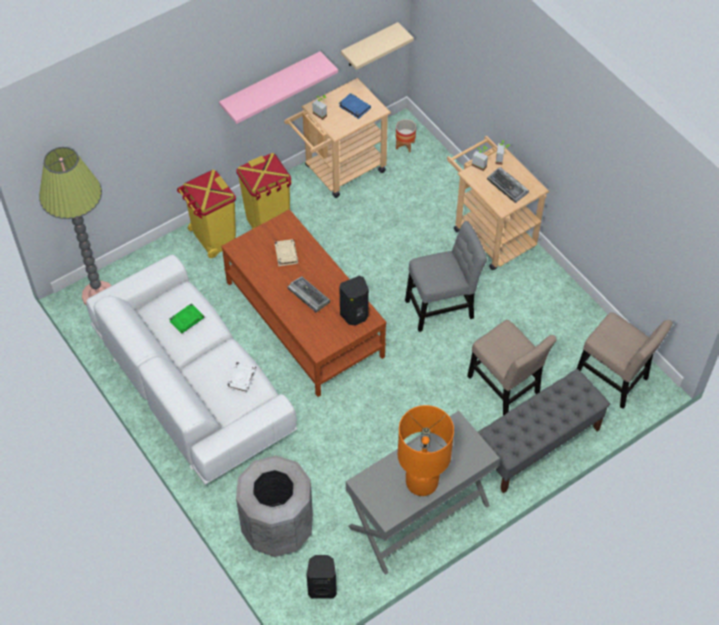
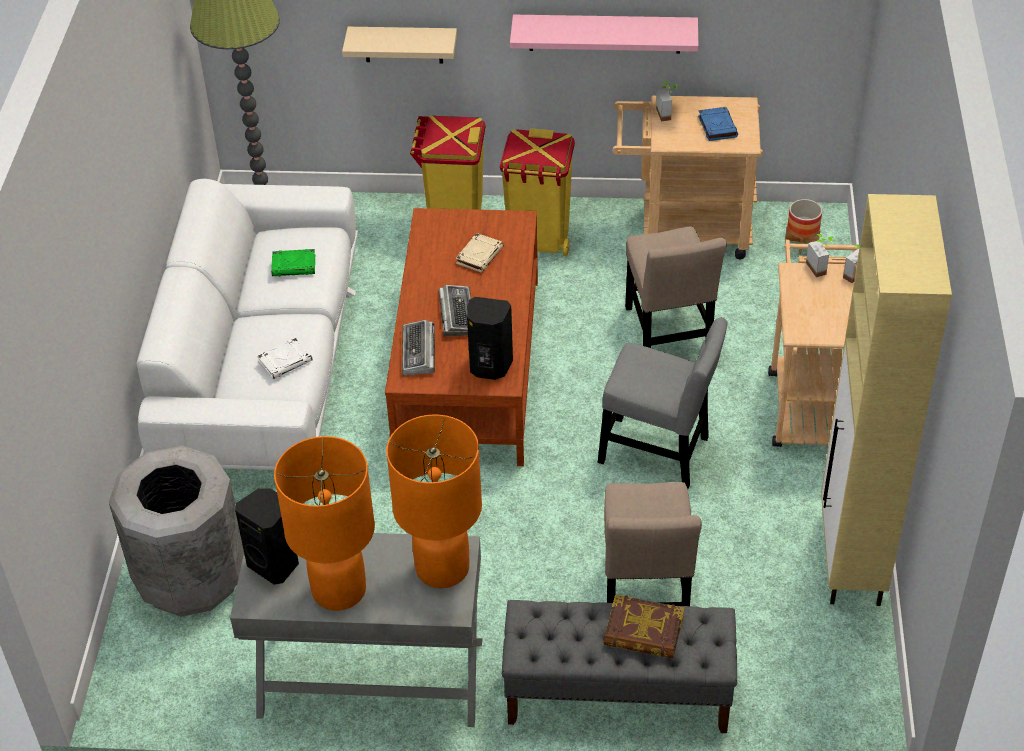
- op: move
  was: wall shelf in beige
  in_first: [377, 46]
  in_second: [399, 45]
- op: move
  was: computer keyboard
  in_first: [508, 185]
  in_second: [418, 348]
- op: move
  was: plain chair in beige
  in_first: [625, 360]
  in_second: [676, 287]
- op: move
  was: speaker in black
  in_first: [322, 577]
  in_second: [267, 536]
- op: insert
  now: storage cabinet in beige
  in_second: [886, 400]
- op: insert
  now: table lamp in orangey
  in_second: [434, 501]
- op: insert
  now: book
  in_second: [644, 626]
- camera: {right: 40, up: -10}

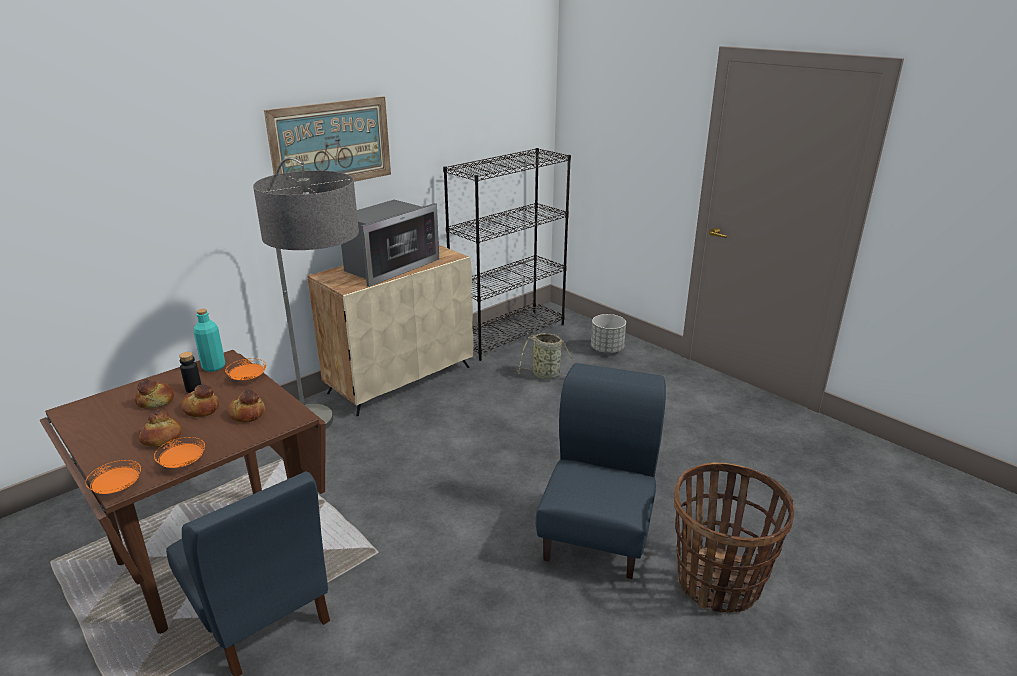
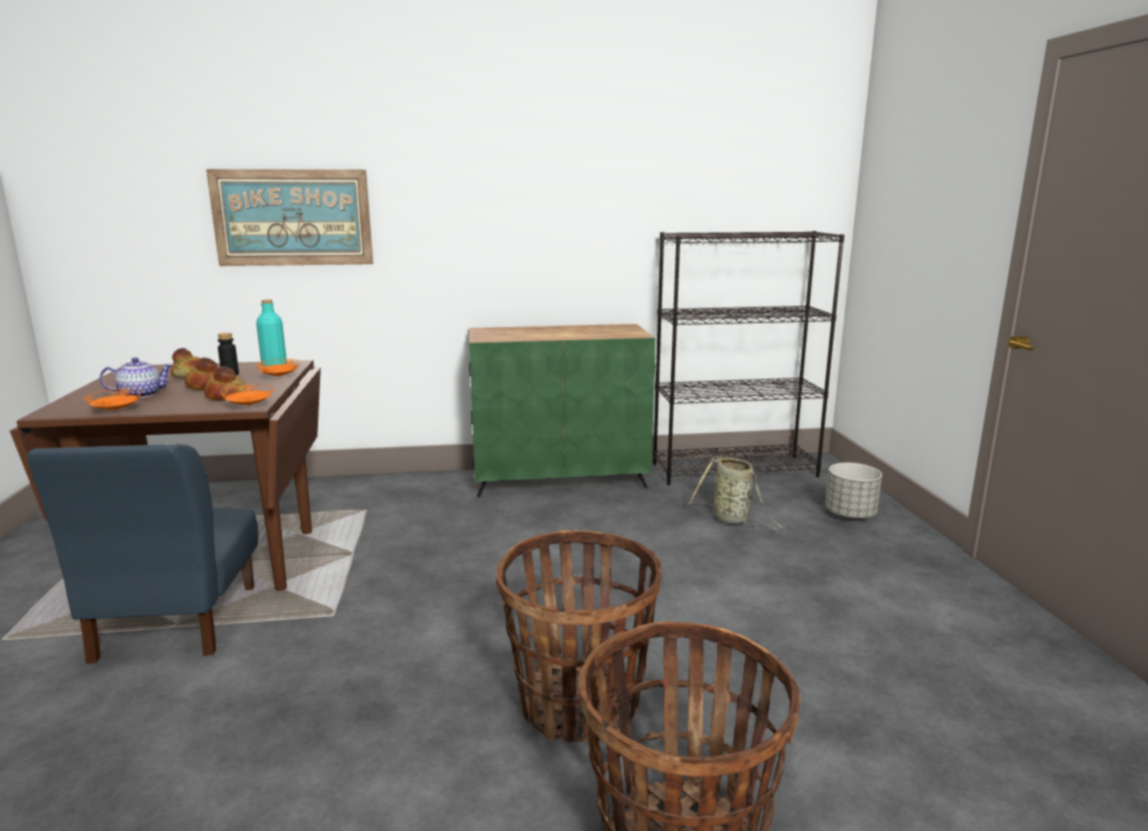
- op: move
  was: wall art
  in_first: [327, 139]
  in_second: [289, 217]
- op: delete
  was: standing lamp
  in_first: [306, 293]
- op: delete
  was: microwave
  in_first: [390, 243]
- op: recolor
  was: storage cabinet in beige
  now: storage cabinet in greenish
  in_first: [391, 330]
  in_second: [562, 410]
- op: replace
  was: plain chair in bluish
  now: household basket
  in_first: [601, 471]
  in_second: [579, 636]
- op: replace
  was: baked bread
  now: pot for tea
  in_first: [160, 428]
  in_second: [136, 377]
- op: move
  was: plate in orangey
  in_first: [113, 477]
  in_second: [247, 395]
- camera: {right: 35, up: -10}

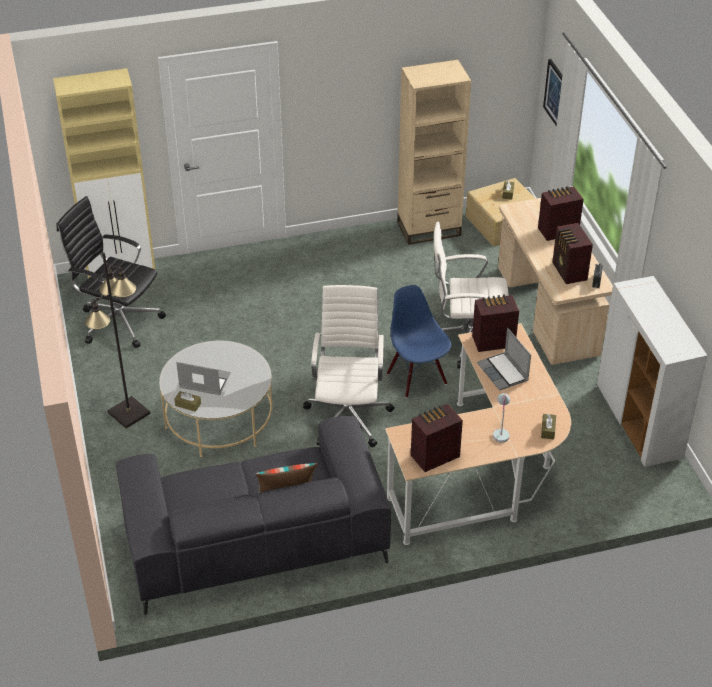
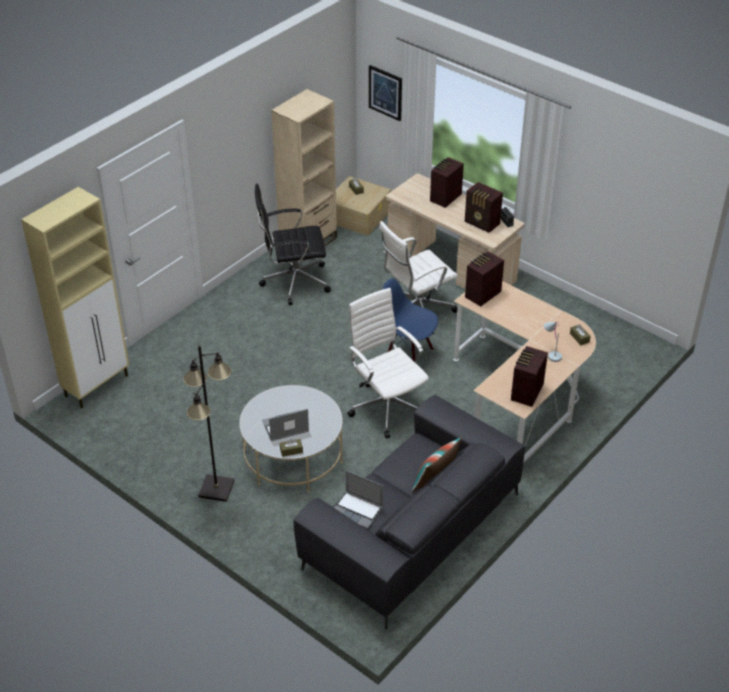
- op: move
  was: office chair in black
  in_first: [111, 272]
  in_second: [293, 244]
- op: delete
  was: storage cabinet in white
  in_first: [652, 371]
- op: move
  was: notebook computer
  in_first: [504, 359]
  in_second: [358, 499]
- camera: {right: -35, up: 0}

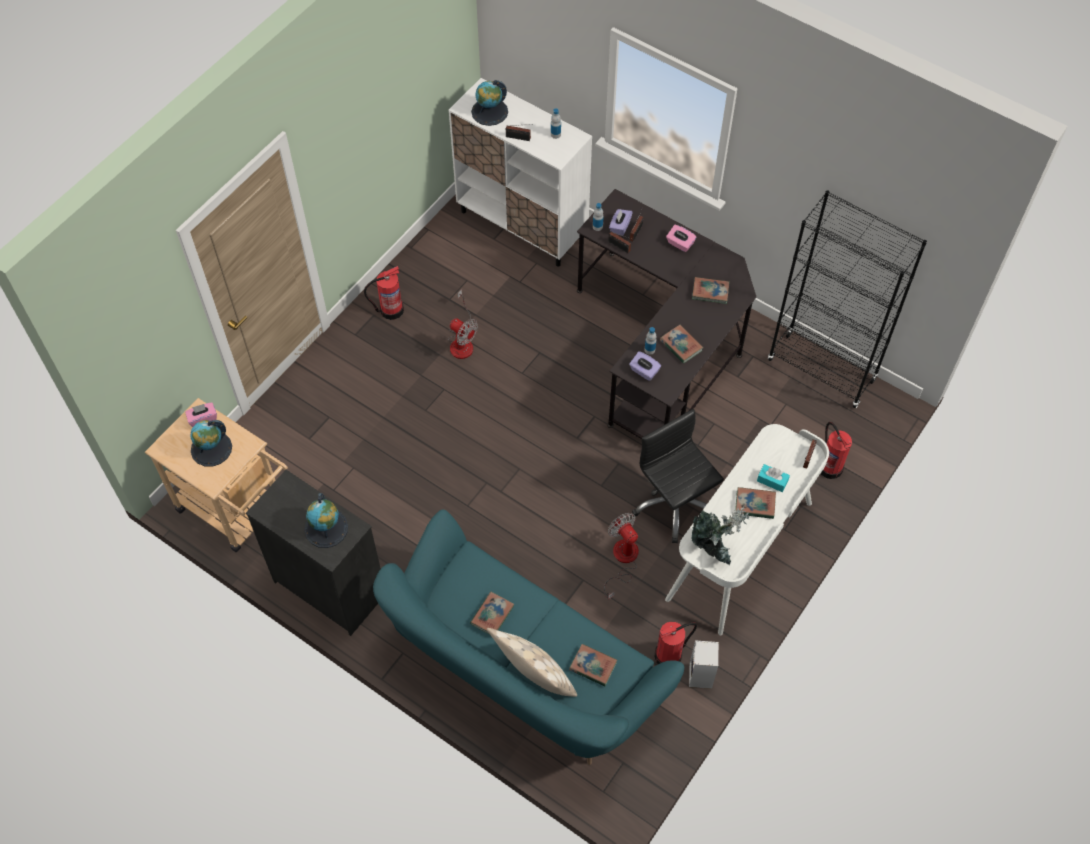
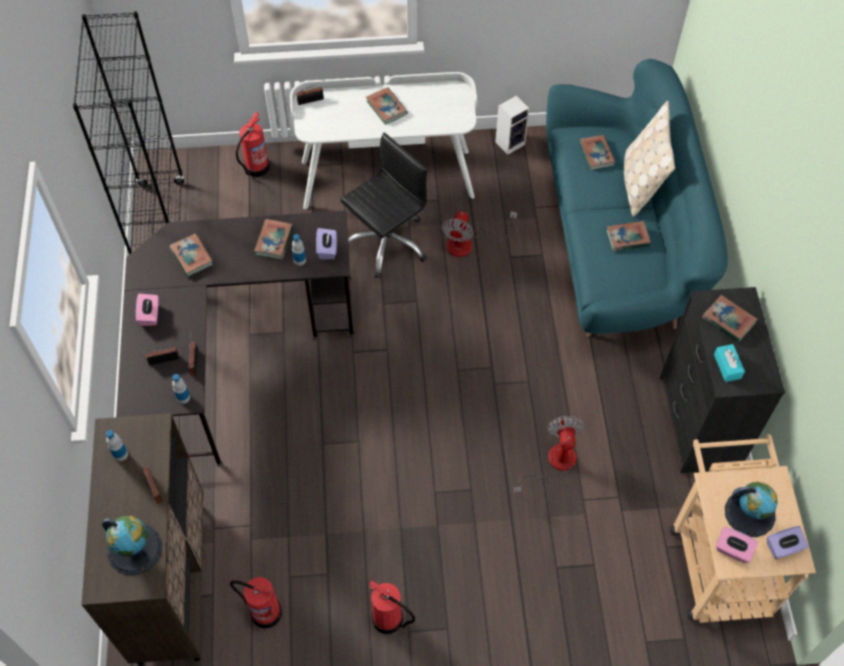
- op: recolor
  was: storage cabinet in white
  now: storage cabinet in brown
  in_first: [520, 172]
  in_second: [142, 539]
- op: move
  was: box of tissues in purple
  in_first: [621, 222]
  in_second: [787, 542]
- op: move
  was: cooling fan
  in_first: [463, 324]
  in_second: [548, 454]
- op: rotate
  was: office chair in black
  in_first: [678, 476]
  in_second: [384, 205]
  clockwise: -150
- op: move
  was: box of tissues in blue-green
  in_first: [773, 478]
  in_second: [729, 363]
- op: replace
  was: world globe
  now: book
  in_first: [326, 520]
  in_second: [730, 318]
- op: delete
  was: potted plant
  in_first: [721, 535]
- op: move
  was: fire-fighting cylinder
  in_first: [676, 643]
  in_second: [256, 603]
- camera: {right: -130, up: 0}

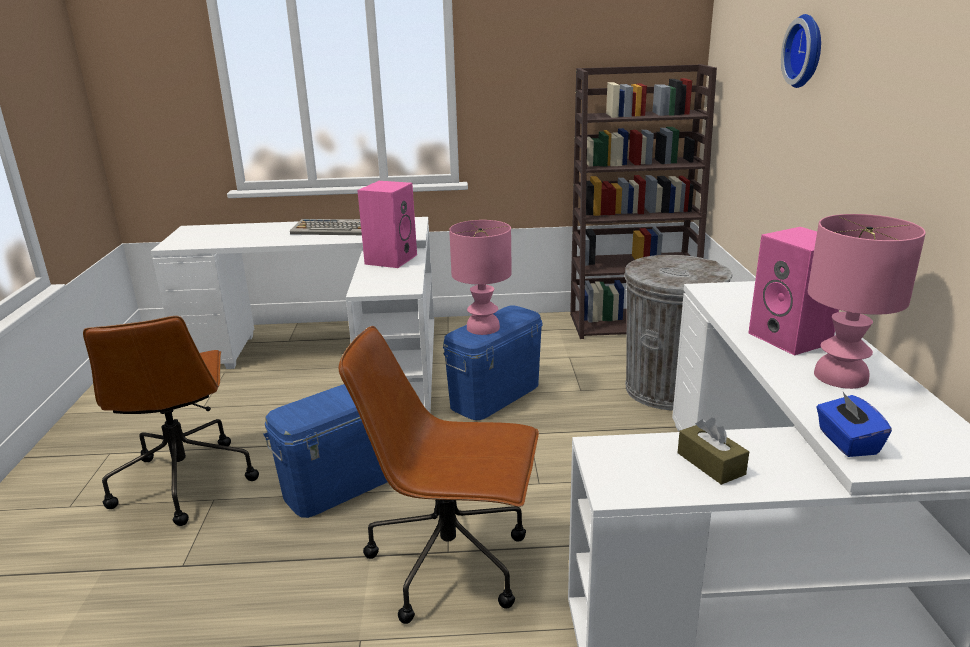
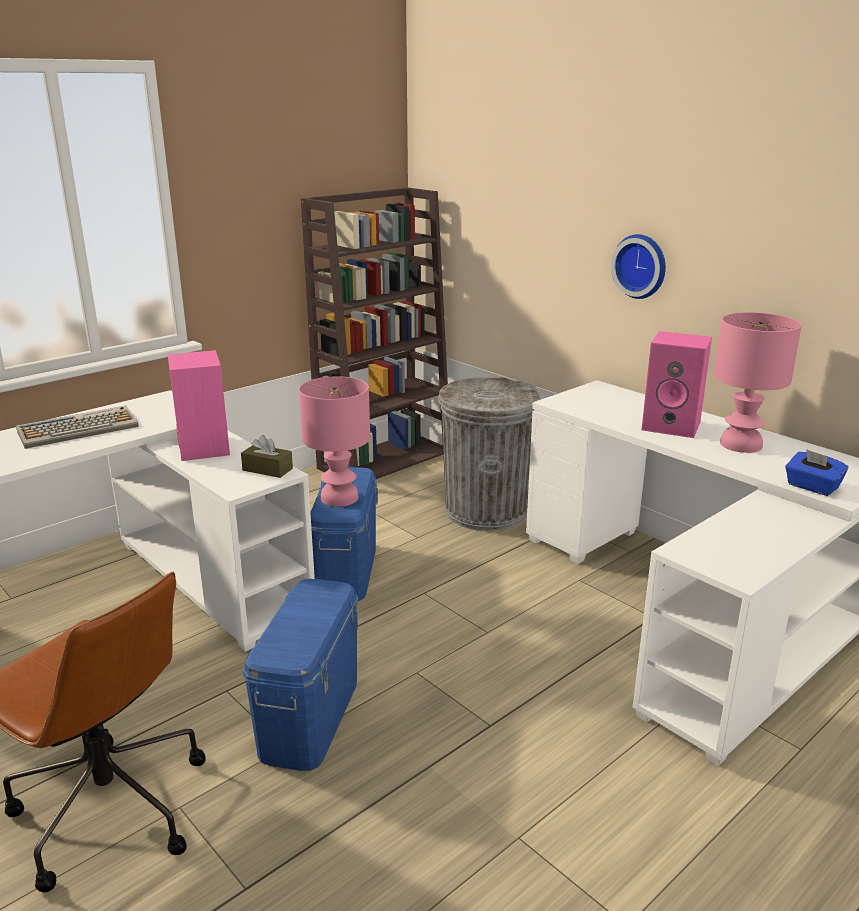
- op: move
  was: hanging clock
  in_first: [801, 51]
  in_second: [638, 266]
- op: delete
  was: office chair in brown
  in_first: [439, 475]
- op: move
  was: box of tissues in brown
  in_first: [713, 451]
  in_second: [267, 456]
- camera: {right: -40, up: 0}

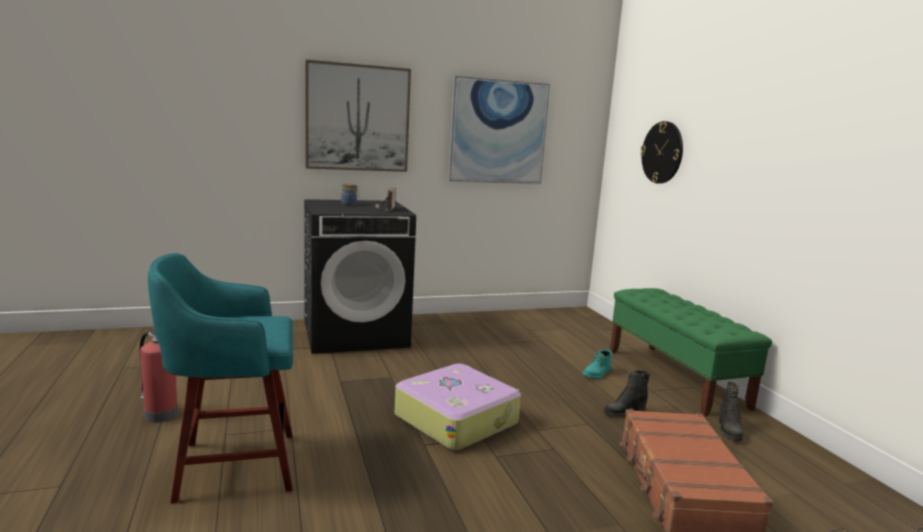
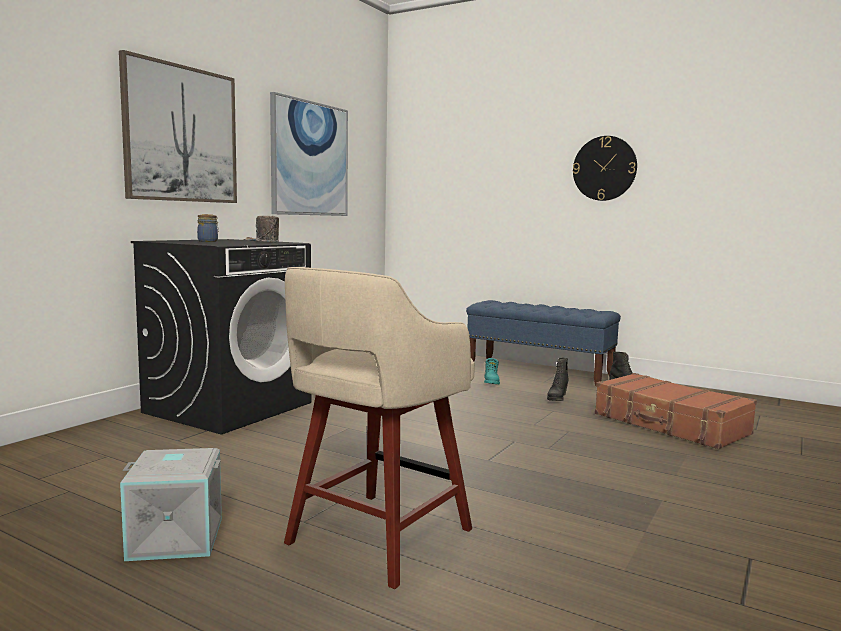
- op: move
  was: hanging clock
  in_first: [661, 152]
  in_second: [605, 168]
- op: recolor
  was: sitting stool in blue-green
  now: sitting stool in beige
  in_first: [220, 378]
  in_second: [379, 428]
- op: recolor
  was: bench in greenish
  now: bench in bluish
  in_first: [691, 352]
  in_second: [543, 343]
- op: replace
  was: fire-fighting cylinder
  now: storage container in grey
  in_first: [159, 376]
  in_second: [171, 504]
- op: delete
  was: suitcase
  in_first: [458, 407]
- camera: {right: -40, up: -5}

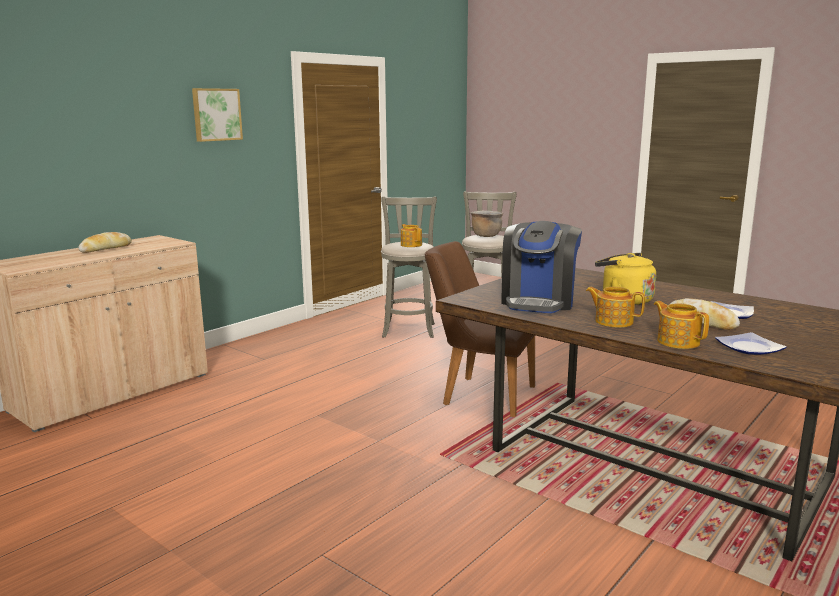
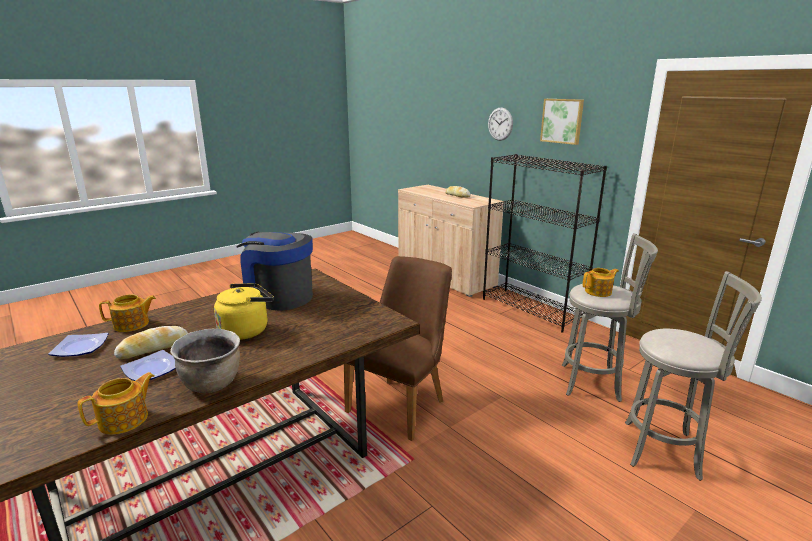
- op: move
  was: saucepot in brown
  in_first: [487, 223]
  in_second: [205, 361]
- op: move
  was: pot for tea
  in_first: [615, 307]
  in_second: [115, 403]
- op: insert
  now: hanging clock
  in_second: [500, 124]
- op: insert
  now: bookcase in black
  in_second: [545, 243]
- camera: {right: 100, up: 5}

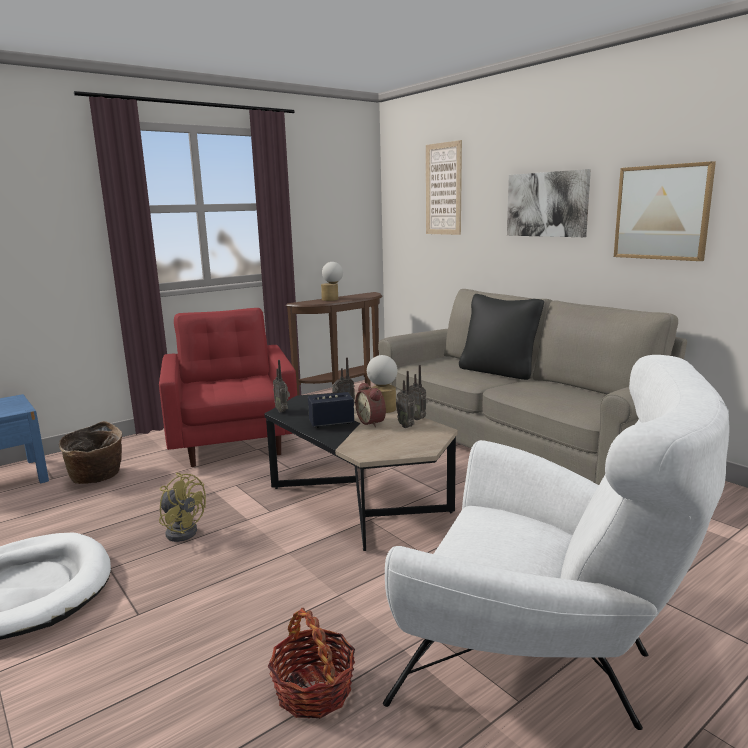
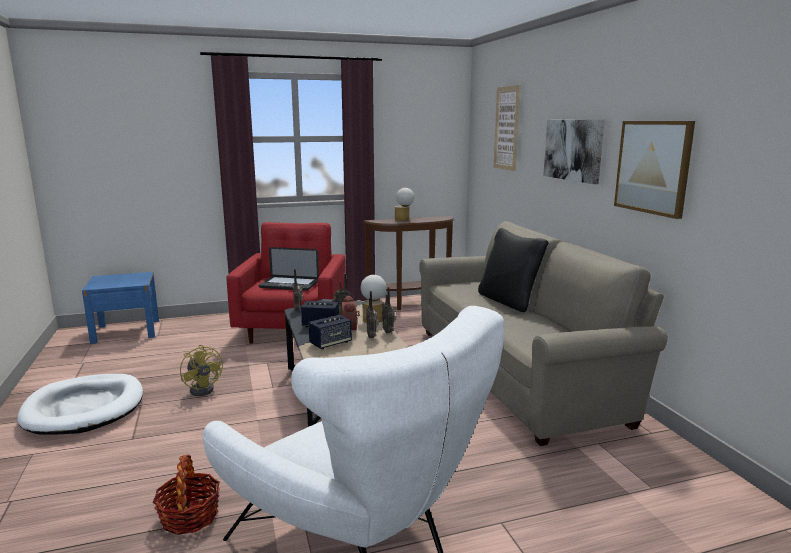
- op: delete
  was: household basket
  in_first: [90, 452]
- op: insert
  now: notebook computer
  in_second: [288, 269]
- op: insert
  now: speaker
  in_second: [330, 332]
- camera: {right: 20, up: 0}

